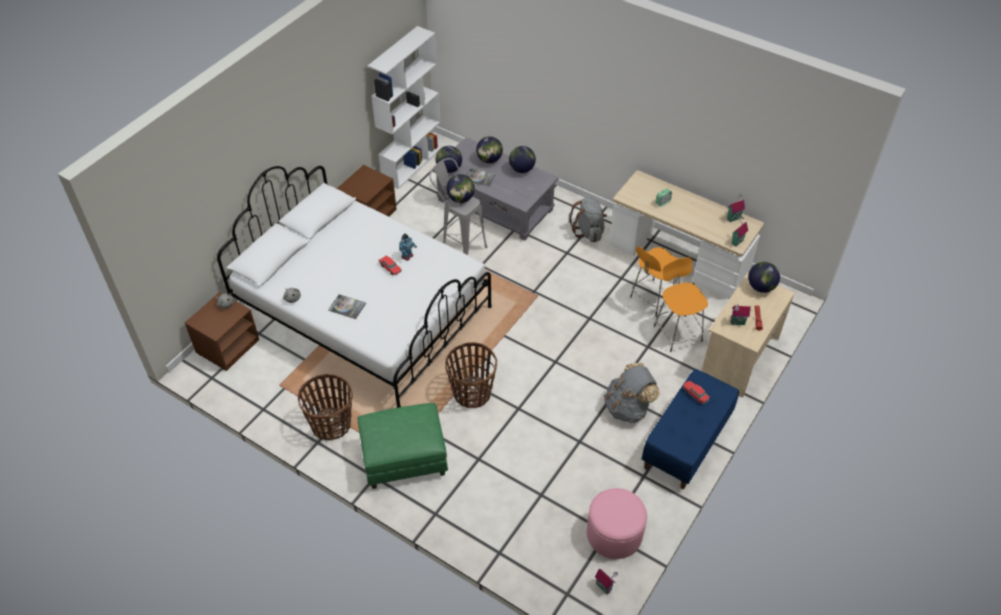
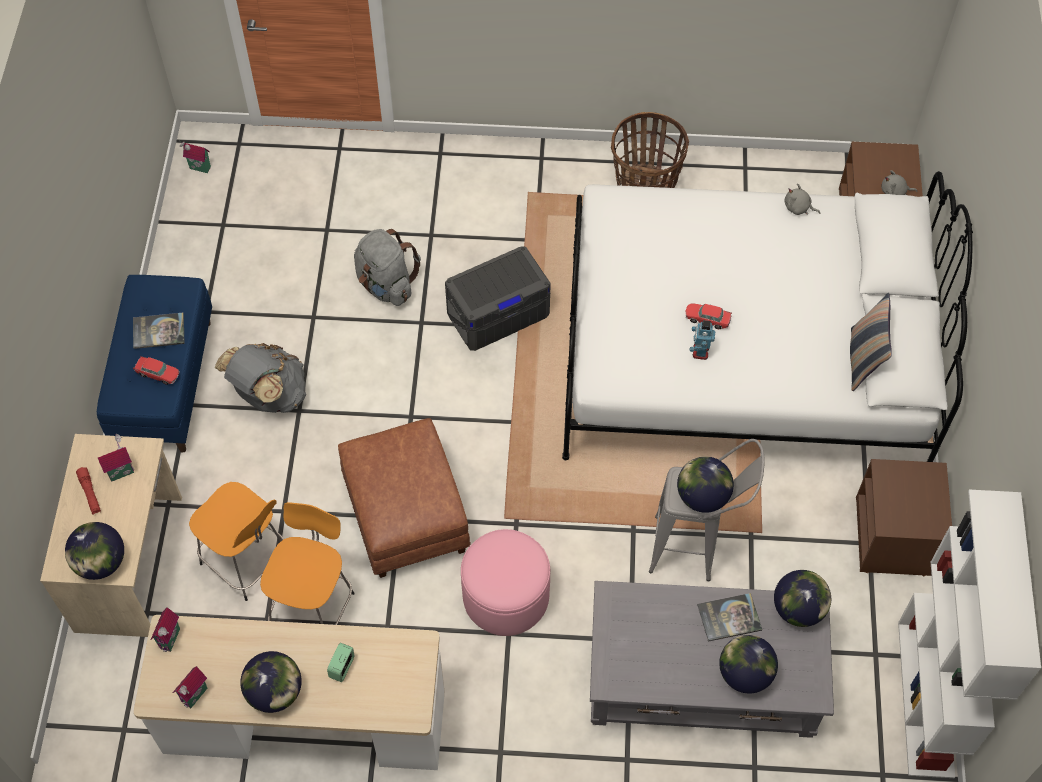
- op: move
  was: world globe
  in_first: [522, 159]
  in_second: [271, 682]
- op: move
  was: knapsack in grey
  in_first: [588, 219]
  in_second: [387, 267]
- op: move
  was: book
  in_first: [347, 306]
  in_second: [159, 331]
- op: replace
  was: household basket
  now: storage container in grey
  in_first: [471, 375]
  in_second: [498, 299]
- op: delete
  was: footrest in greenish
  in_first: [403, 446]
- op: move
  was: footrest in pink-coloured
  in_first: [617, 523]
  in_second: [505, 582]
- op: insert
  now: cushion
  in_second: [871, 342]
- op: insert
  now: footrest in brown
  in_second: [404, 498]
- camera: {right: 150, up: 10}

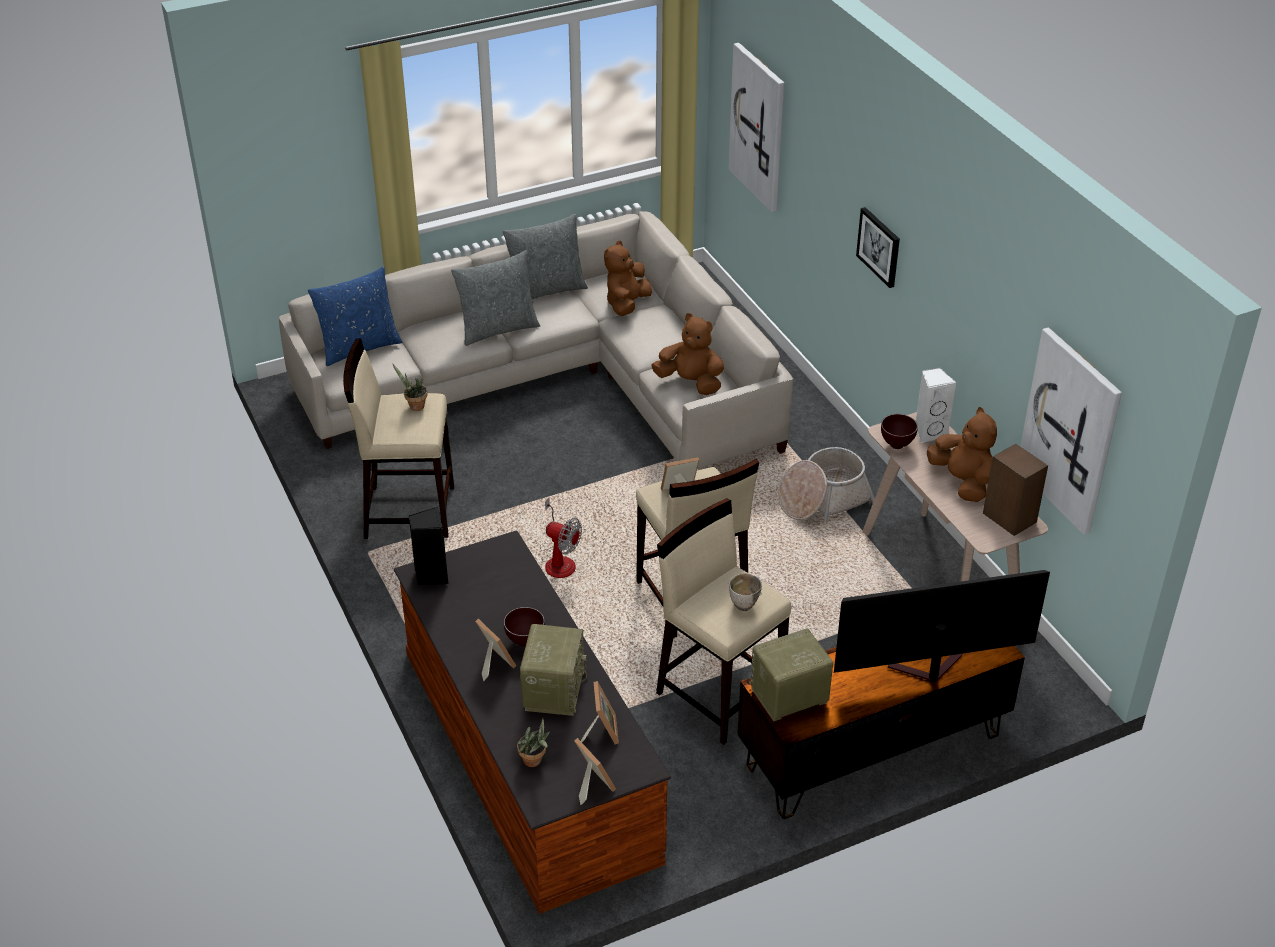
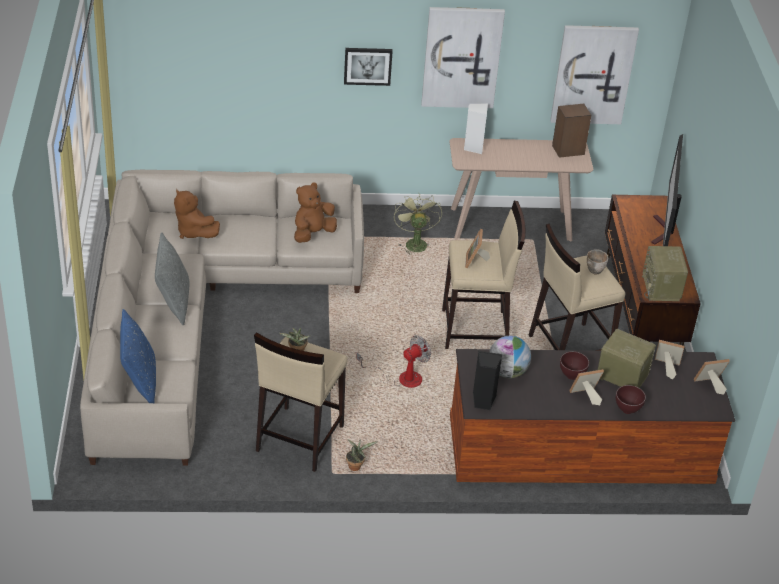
- op: move
  was: wall art
  in_first: [756, 127]
  in_second: [463, 57]
- op: delete
  was: cushion in grey
  in_first: [545, 256]
- op: delete
  was: plush toy in brown
  in_first: [962, 454]
- op: move
  was: bowl in brown
  in_first: [899, 431]
  in_second: [631, 399]
- op: replace
  was: household basket
  now: cooling fan in greenish
  in_first: [826, 485]
  in_second: [418, 224]
- op: move
  was: potted plant
  in_first: [533, 742]
  in_second: [362, 455]
- op: insert
  now: world globe
  in_second: [510, 357]
- camera: {right: -70, up: 0}

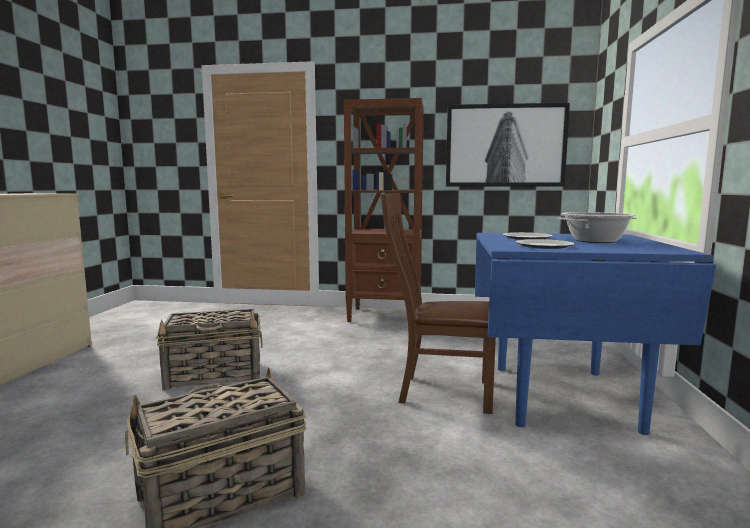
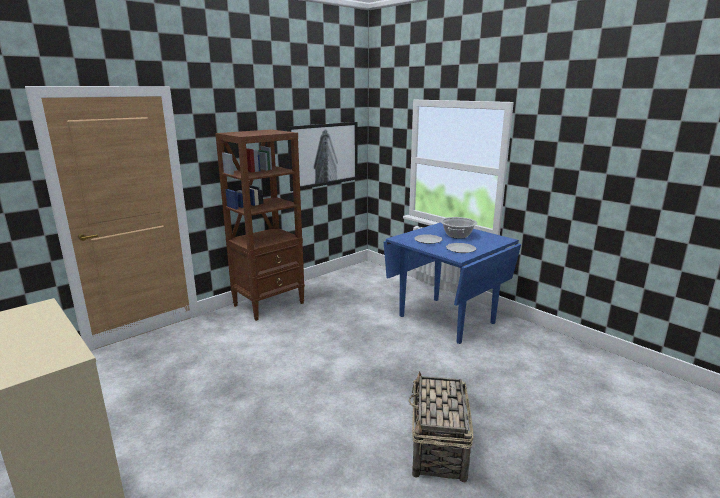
- op: delete
  was: plain chair in brown
  in_first: [438, 303]
- op: delete
  was: household basket
  in_first: [209, 349]
- camera: {right: -50, up: 10}

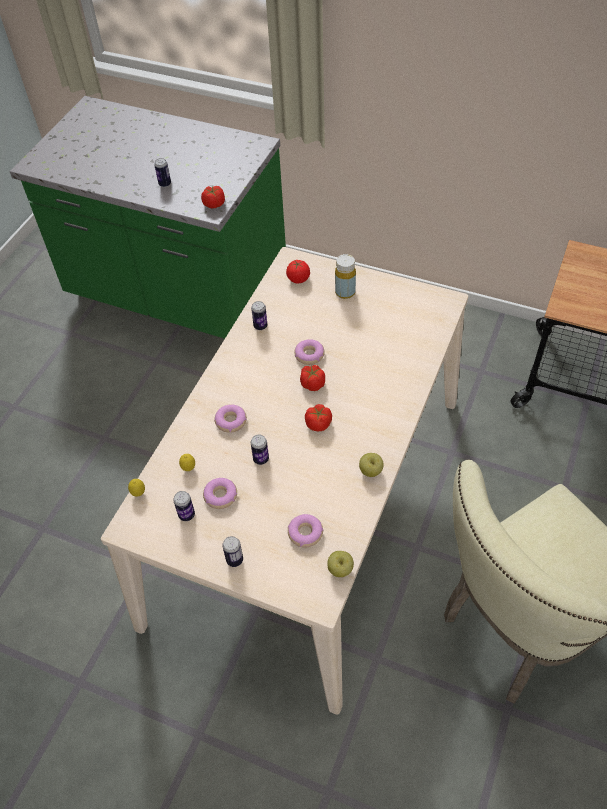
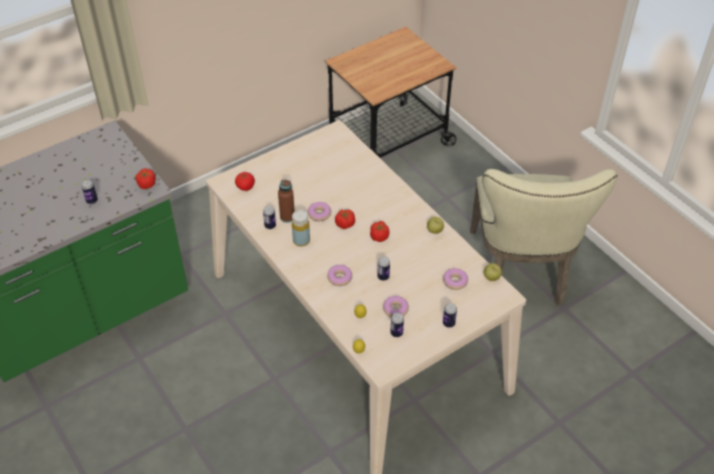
- op: move
  was: beverage bottle in yellow
  in_first: [345, 276]
  in_second: [301, 228]
- op: insert
  now: beverage bottle in brown
  in_second: [286, 201]
- camera: {right: -60, up: -5}

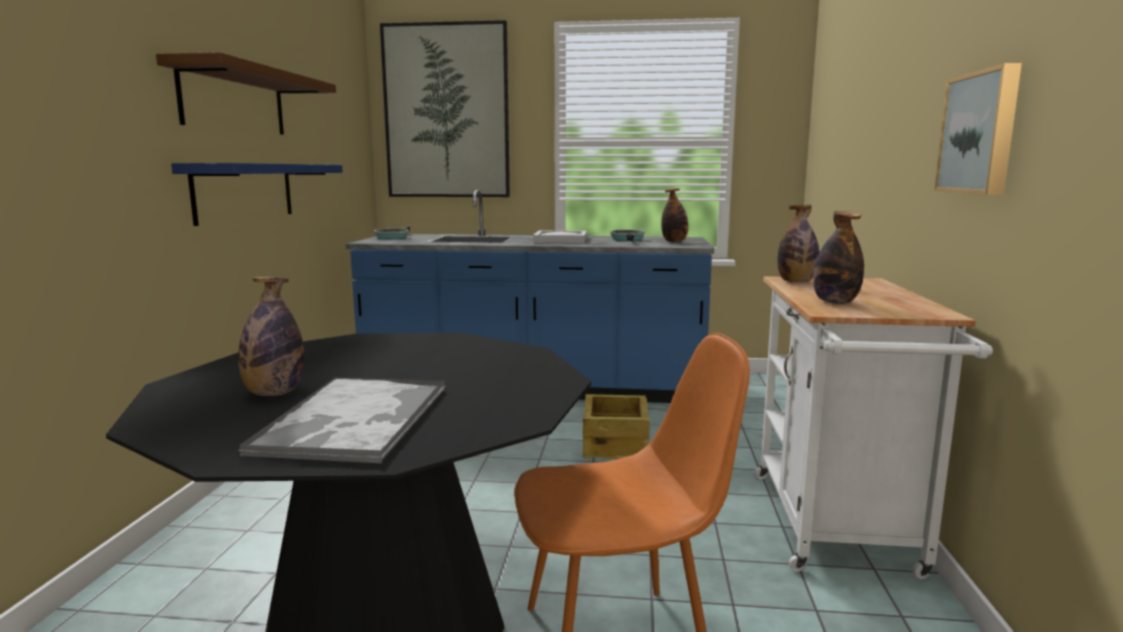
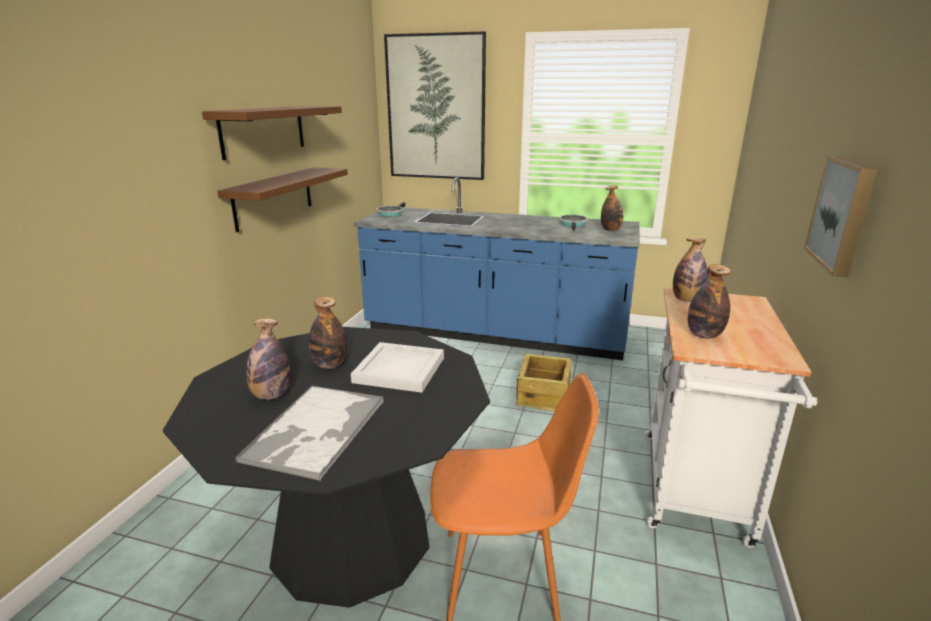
- op: recolor
  was: wall shelf in bluish
  now: wall shelf in brown
  in_first: [257, 194]
  in_second: [282, 199]
- op: move
  was: tray in white
  in_first: [560, 237]
  in_second: [397, 367]
- op: insert
  now: beverage bottle
  in_second: [328, 332]
- camera: {right: 10, up: 10}

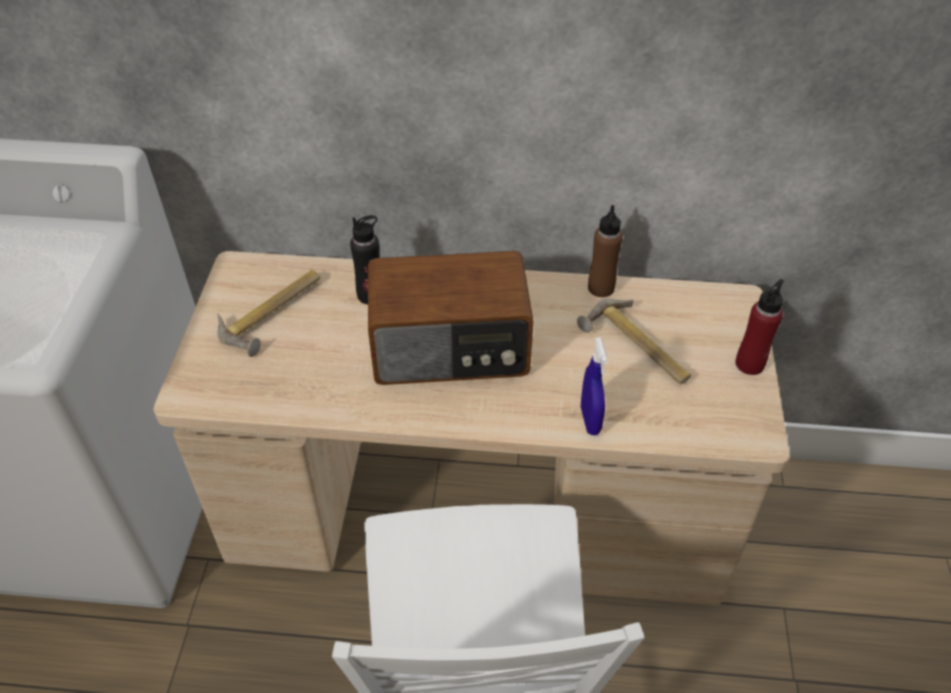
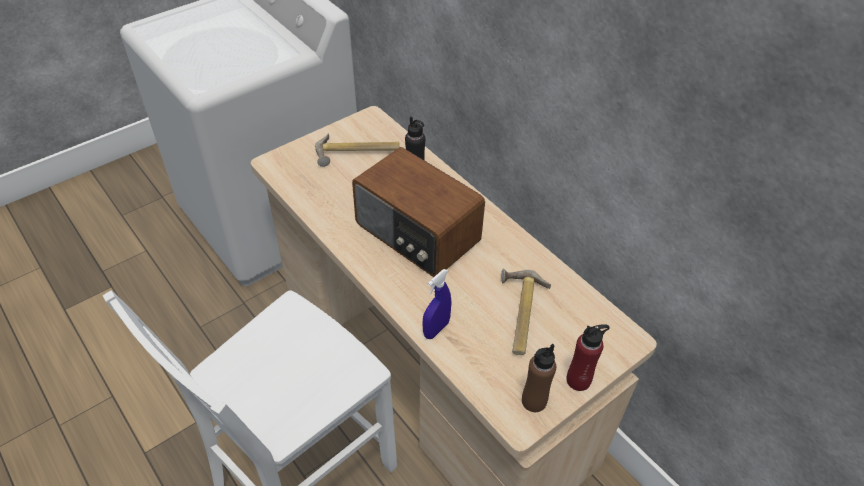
- op: move
  was: beverage bottle in brown
  in_first: [605, 251]
  in_second: [539, 378]
- camera: {right: 45, up: 0}

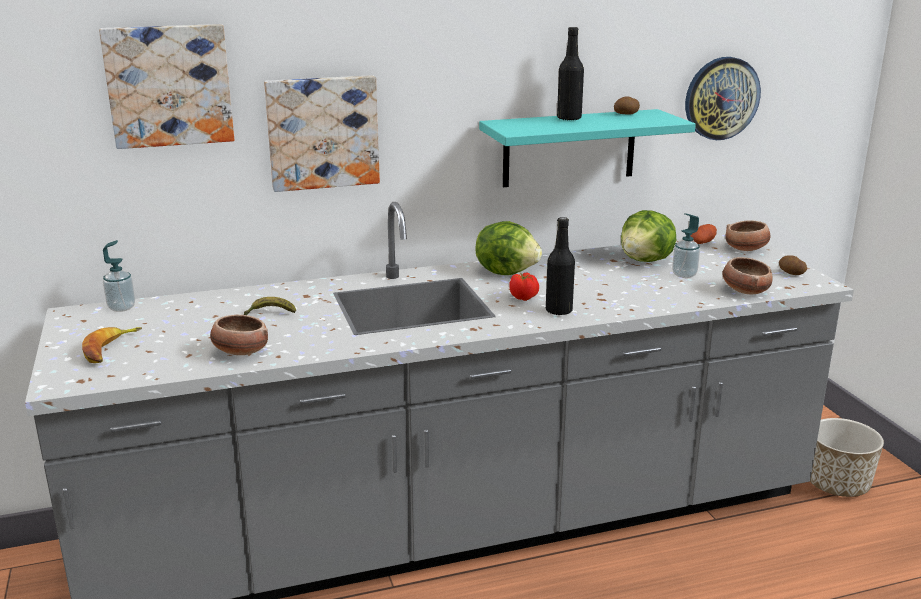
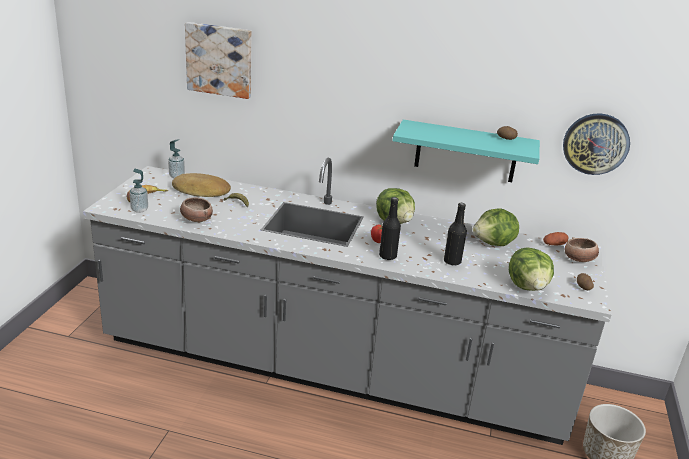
- op: move
  was: beverage bottle in black
  in_first: [570, 74]
  in_second: [455, 234]
- op: delete
  was: wall art
  in_first: [322, 133]
- op: move
  was: soap dispenser
  in_first: [686, 245]
  in_second: [139, 191]
- op: replace
  was: bowl
  now: lettuce
  in_first: [748, 275]
  in_second: [531, 269]
- op: insert
  now: baked bread
  in_second: [201, 185]
- camera: {right: 30, up: 5}

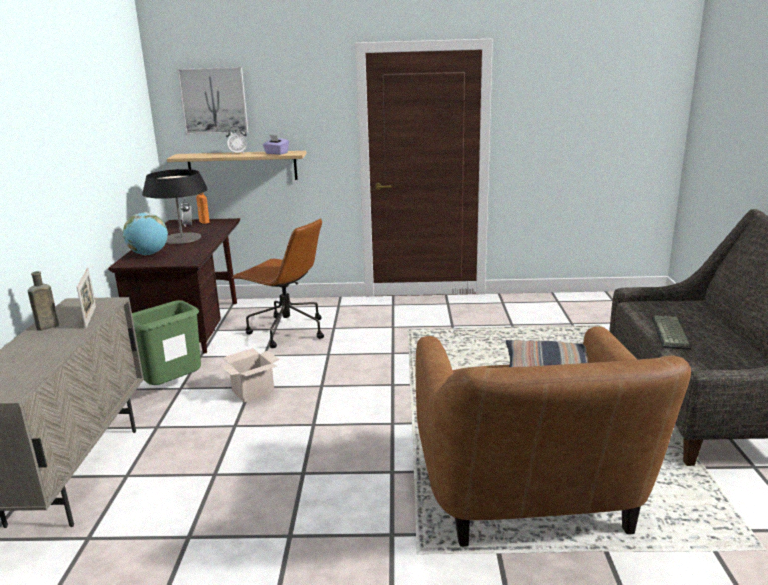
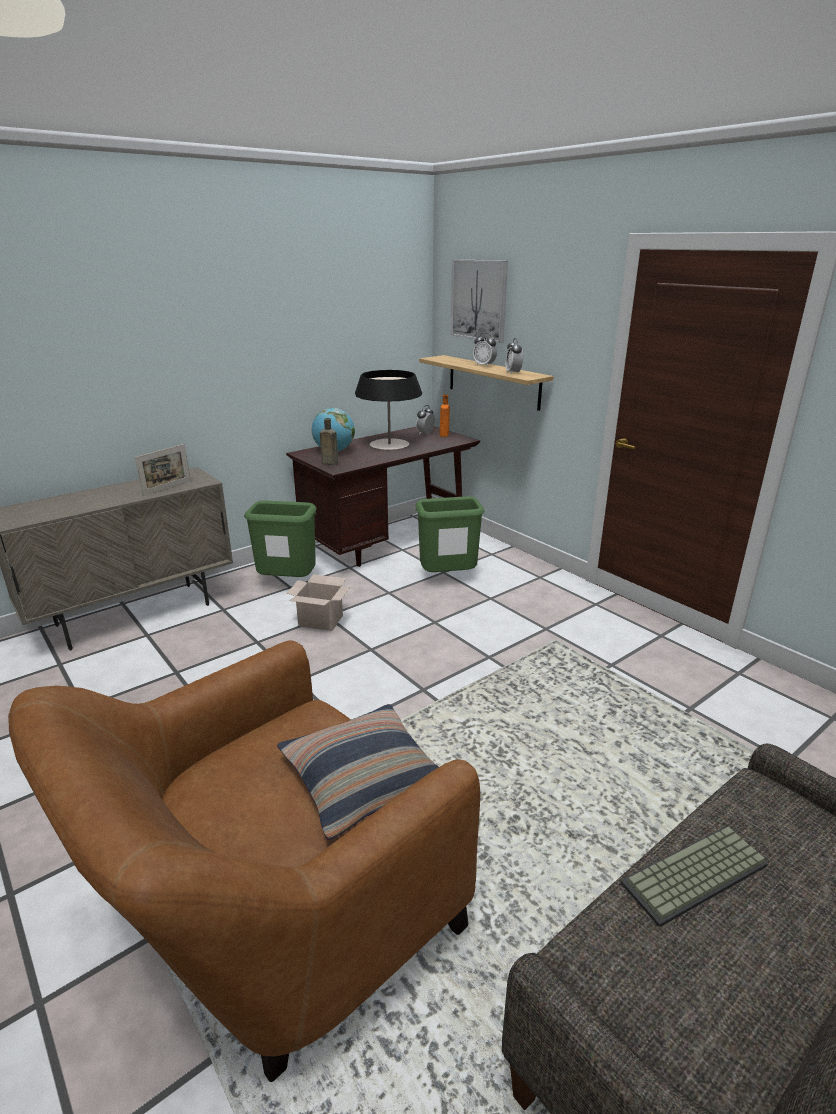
- op: replace
  was: box of tissues in purple
  now: table clock
  in_first: [276, 145]
  in_second: [514, 356]
- op: replace
  was: office chair in brown
  now: rubbish bin in greenish
  in_first: [277, 283]
  in_second: [449, 534]
- op: move
  was: beverage bottle in brown
  in_first: [43, 301]
  in_second: [329, 441]
- camera: {right: 50, up: 5}

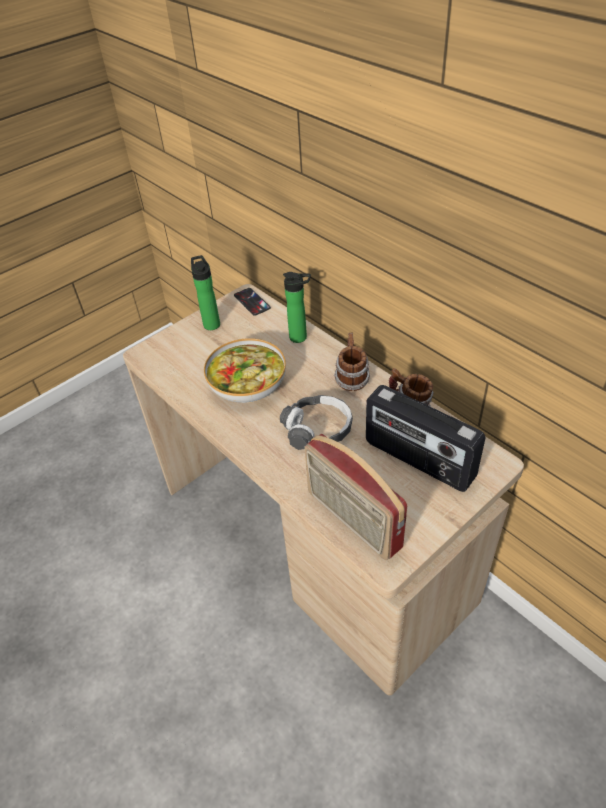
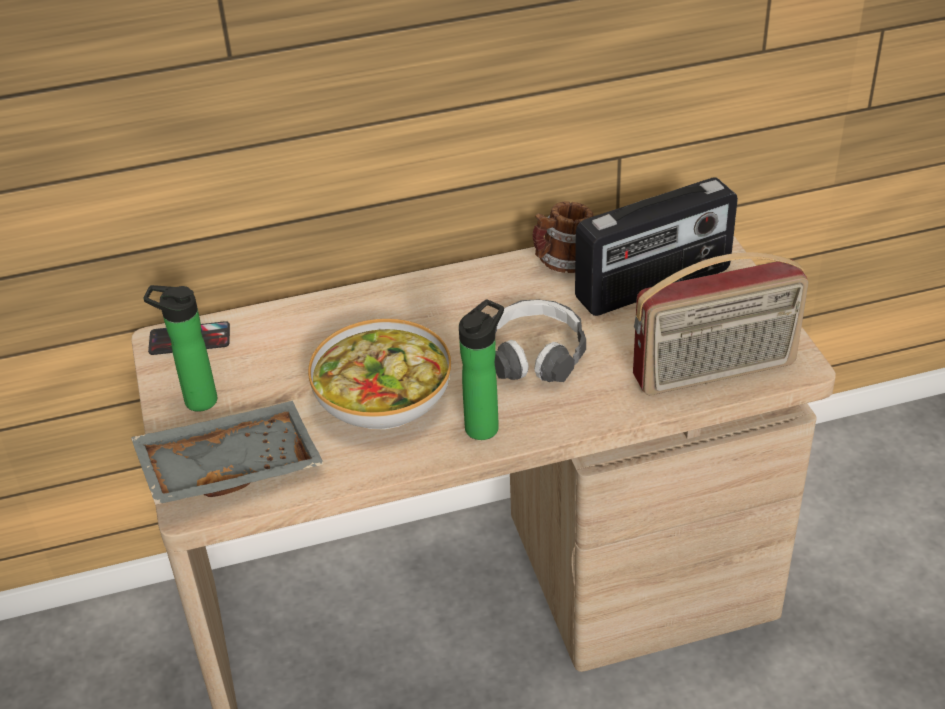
- op: move
  was: beverage bottle
  in_first: [297, 307]
  in_second: [481, 369]
- op: delete
  was: coffee mug
  in_first: [352, 362]
- op: insert
  now: tray in grey
  in_second: [227, 453]
- camera: {right: -65, up: -5}

